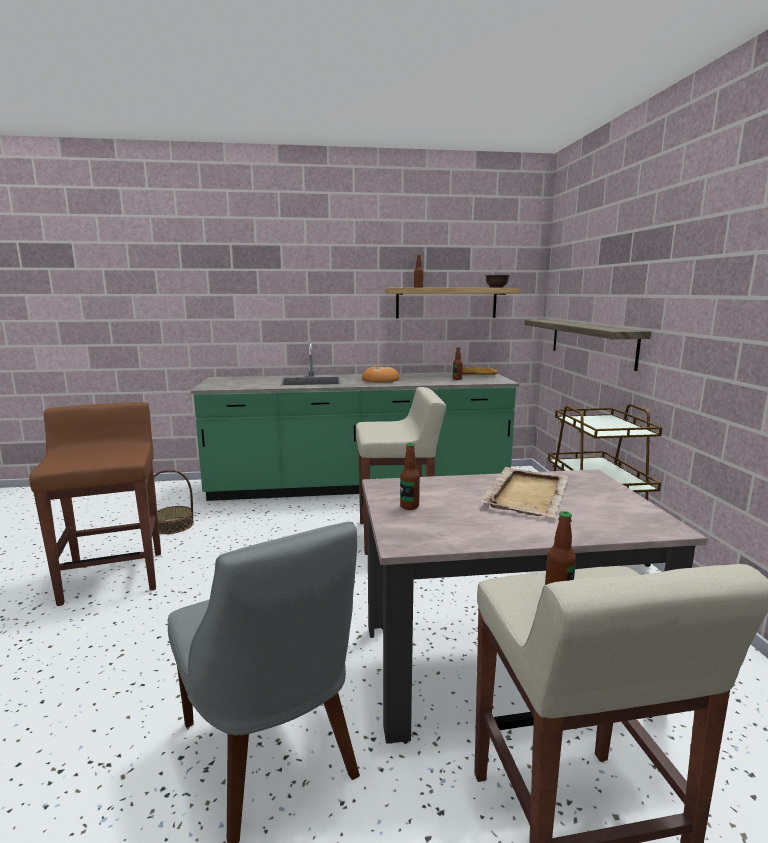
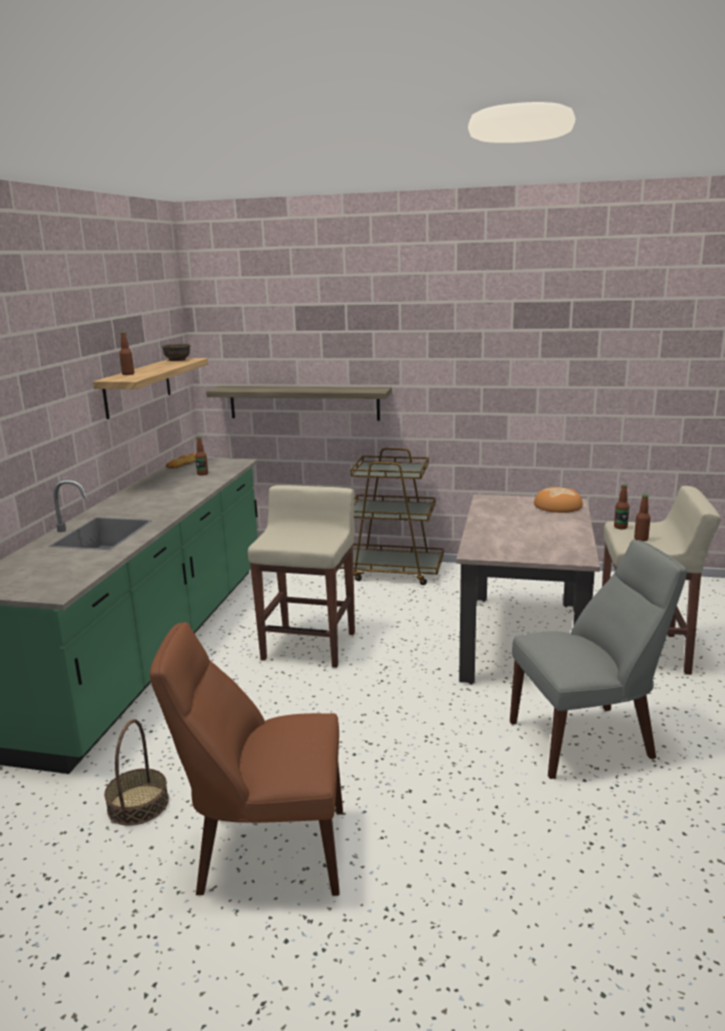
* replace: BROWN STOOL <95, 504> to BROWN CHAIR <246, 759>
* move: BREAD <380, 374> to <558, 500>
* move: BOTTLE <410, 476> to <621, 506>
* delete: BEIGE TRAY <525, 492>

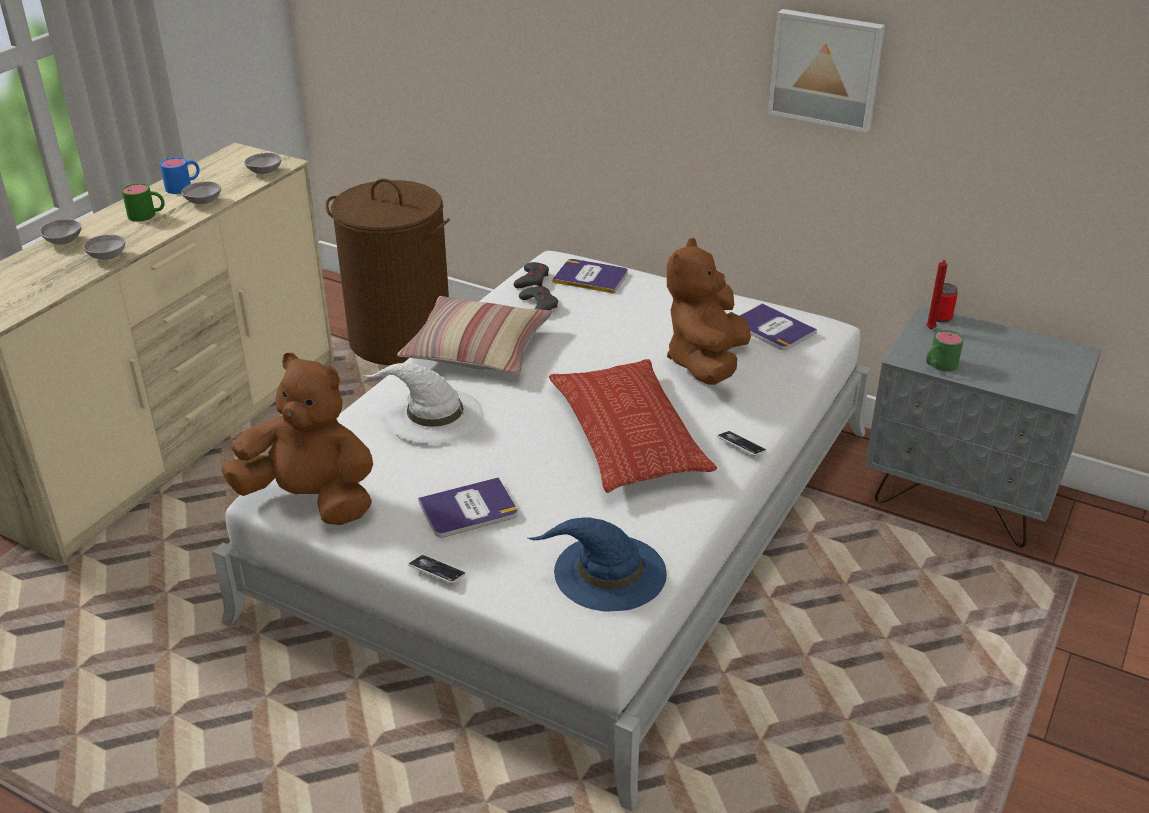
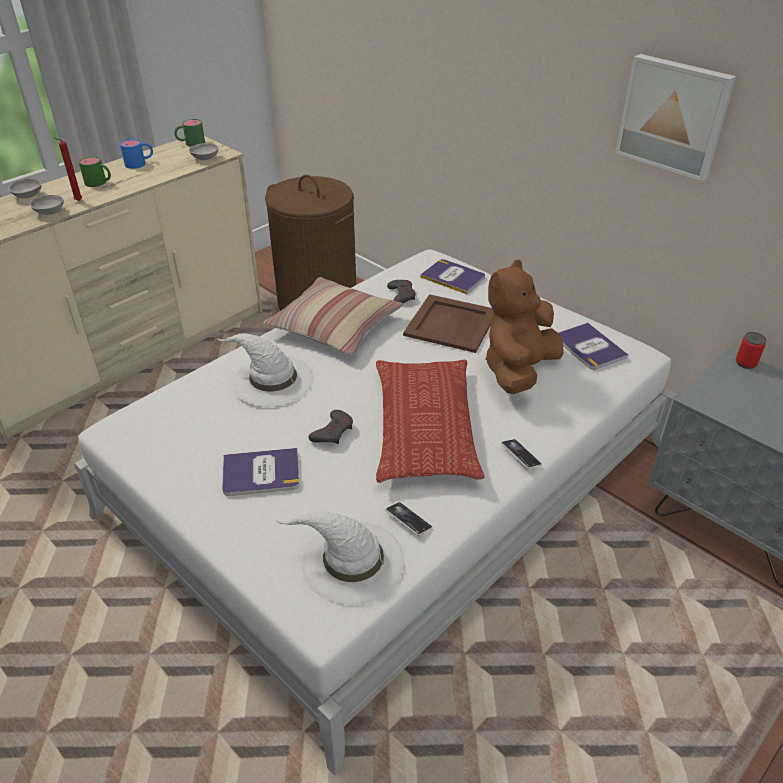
* move: RED CANDLE <936, 294> to <68, 169>
* move: GREEN MUG <945, 350> to <189, 133>
* recolor: BLUE HAT <597, 564> to WHITE HAT <340, 558>
* move: GREY GAME CONTROLLER <531, 275> to <330, 427>
* move: PHONE <437, 569> to <408, 519>
* insert: BROWN TRAY <448, 323>
* delete: GREY BOWL <201, 192>
* delete: BROWN PLUSH TOY <297, 438>

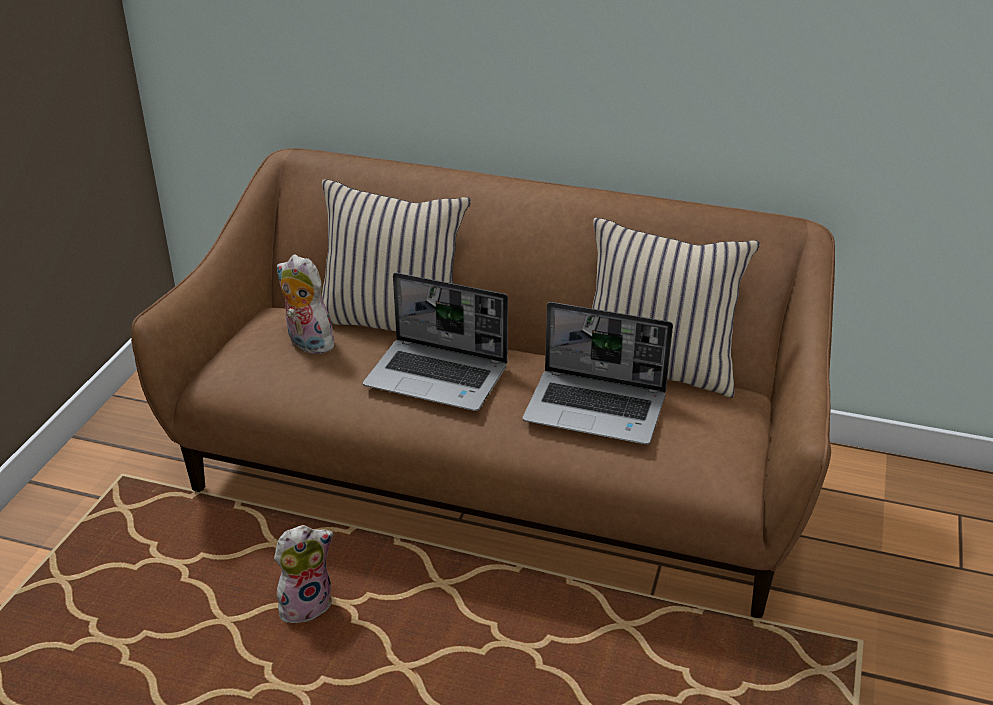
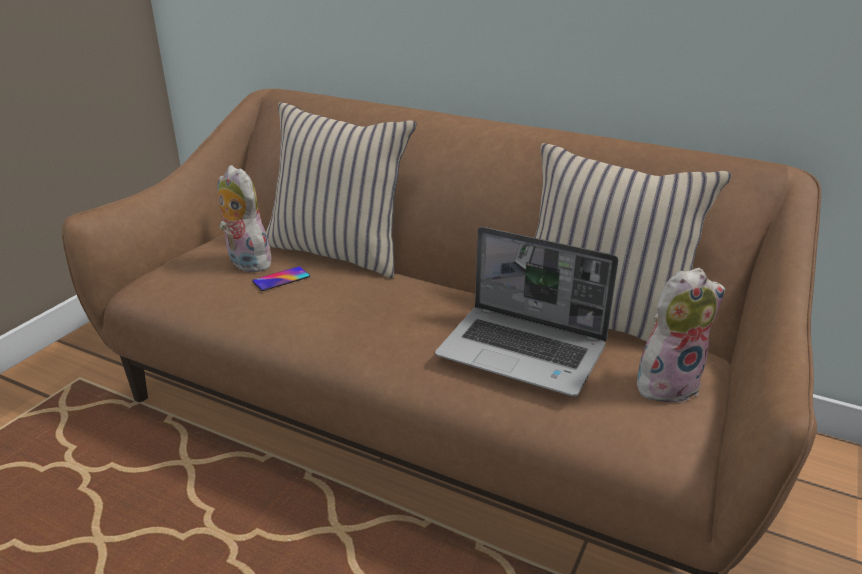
* insert: PHONE <281, 278>
* move: PLUSH TOY <304, 574> to <681, 337>
* delete: LAPTOP <435, 342>

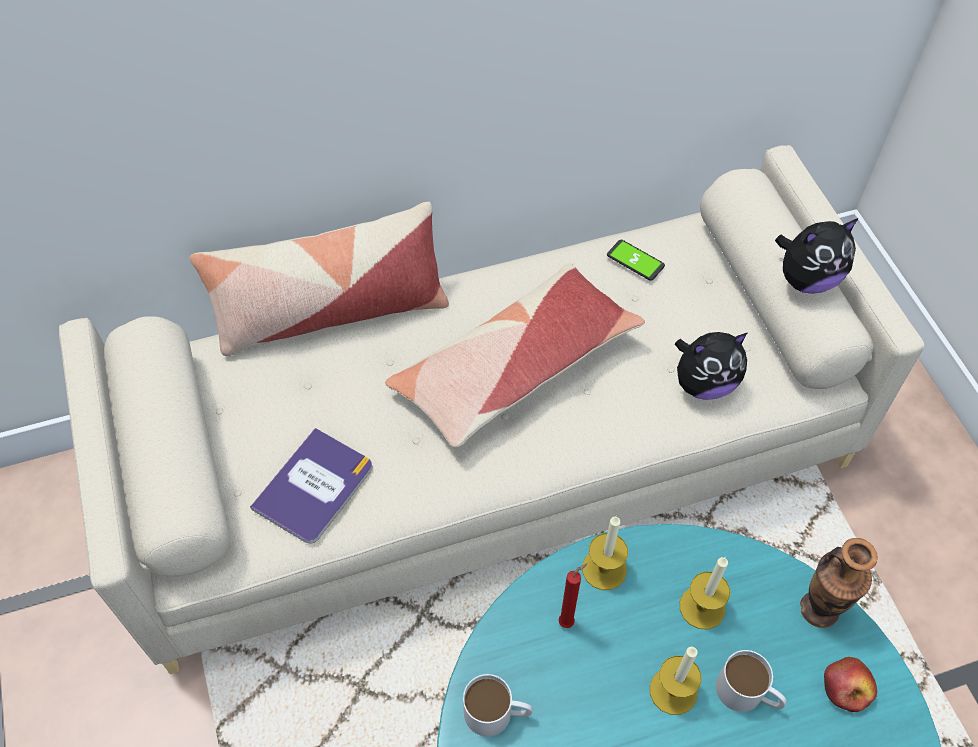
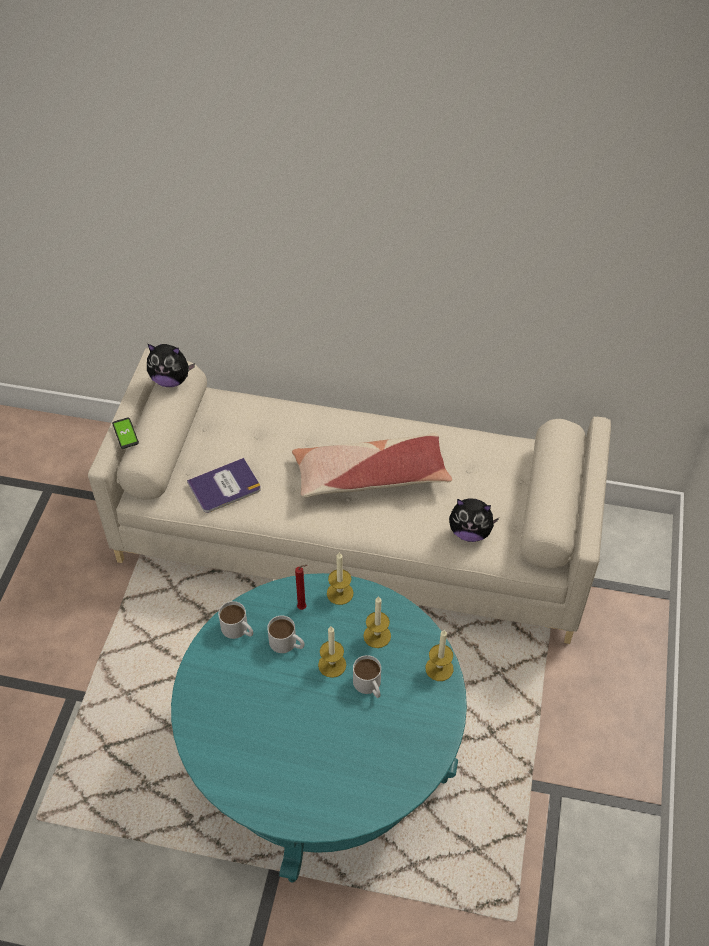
* move: PHONE <636, 260> to <125, 433>
* move: PLUSH TOY <817, 256> to <171, 365>
* insert: WHITE MUG <286, 634>
* replace: VASE <839, 583> to CANDLE <439, 655>
* delete: PILLOW <319, 279>
* delete: APPLE <850, 684>

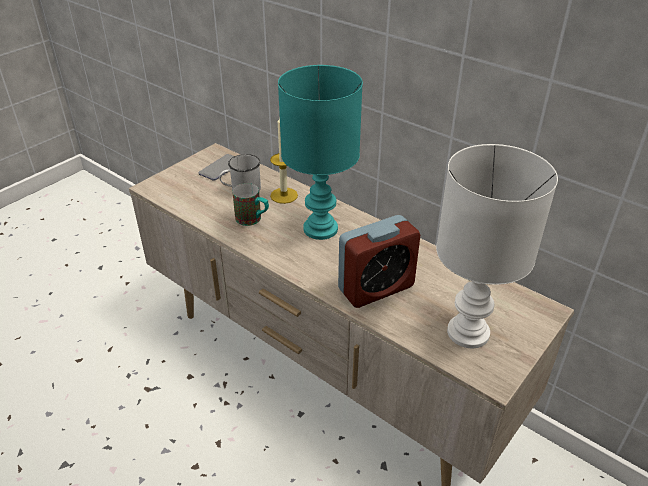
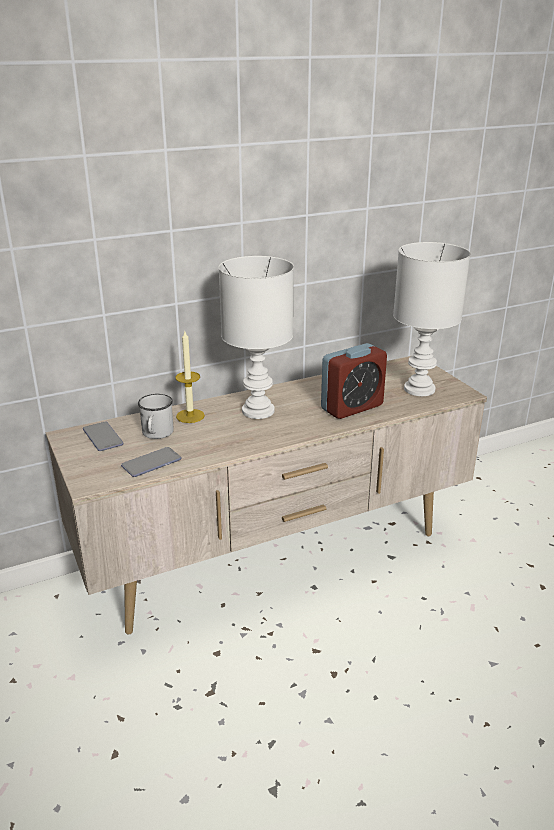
* insert: PHONE <151, 462>
* recolor: TURQUOISE TABLE LAMP <320, 152> to WHITE TABLE LAMP <256, 337>
* rotate: ALARM CLOCK <379, 261> = <354, 381> 60 degrees clockwise
* delete: MUG <250, 204>

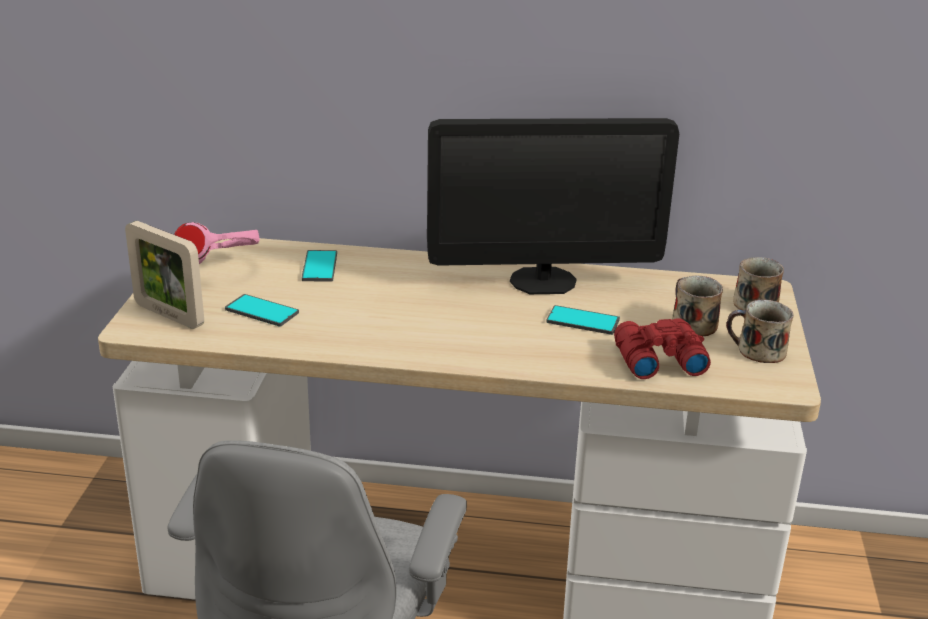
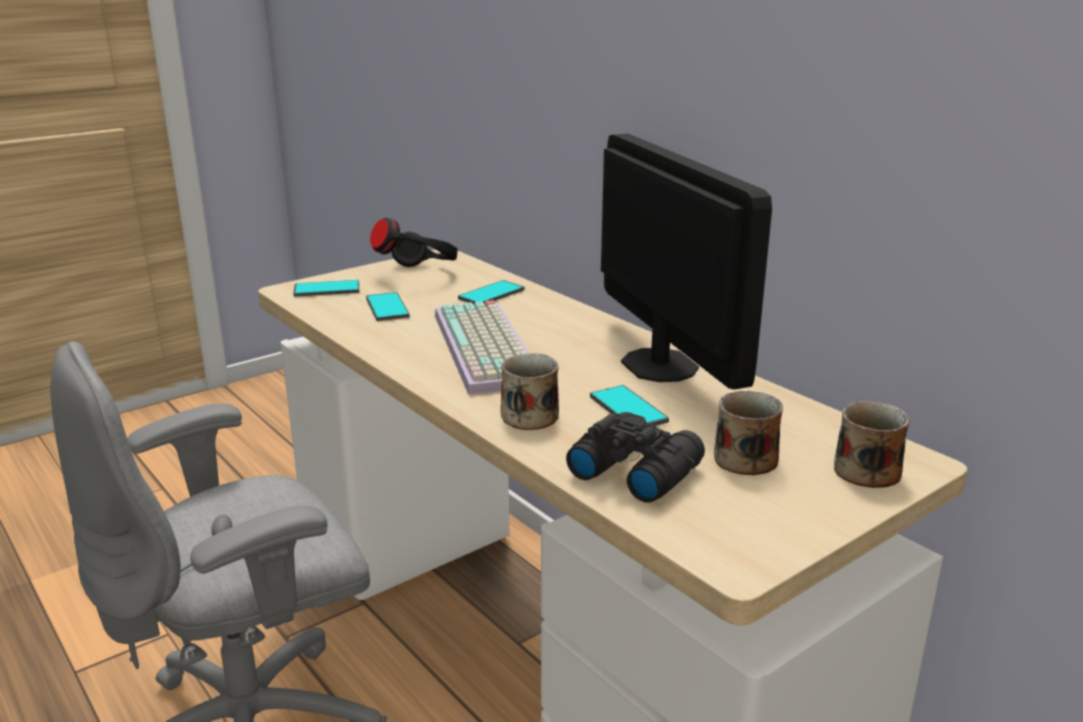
* replace: PICTURE FRAME <164, 275> to PHONE <326, 288>
* recolor: PINK HEADPHONES <217, 243> to BLACK HEADPHONES <414, 242>
* insert: KEYBOARD <482, 347>
* move: MUG <760, 331> to <530, 391>
* recolor: RED BINOCULARS <662, 348> to BLACK BINOCULARS <635, 457>
* rotate: MONITOR <553, 206> = <686, 262> 150 degrees counterclockwise

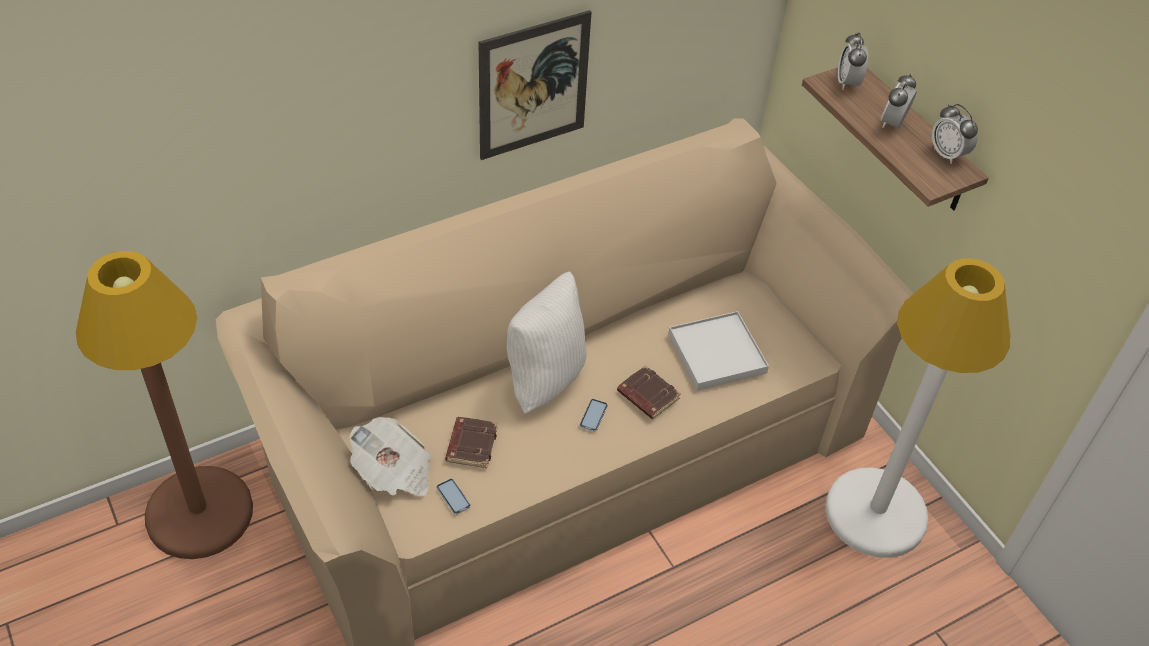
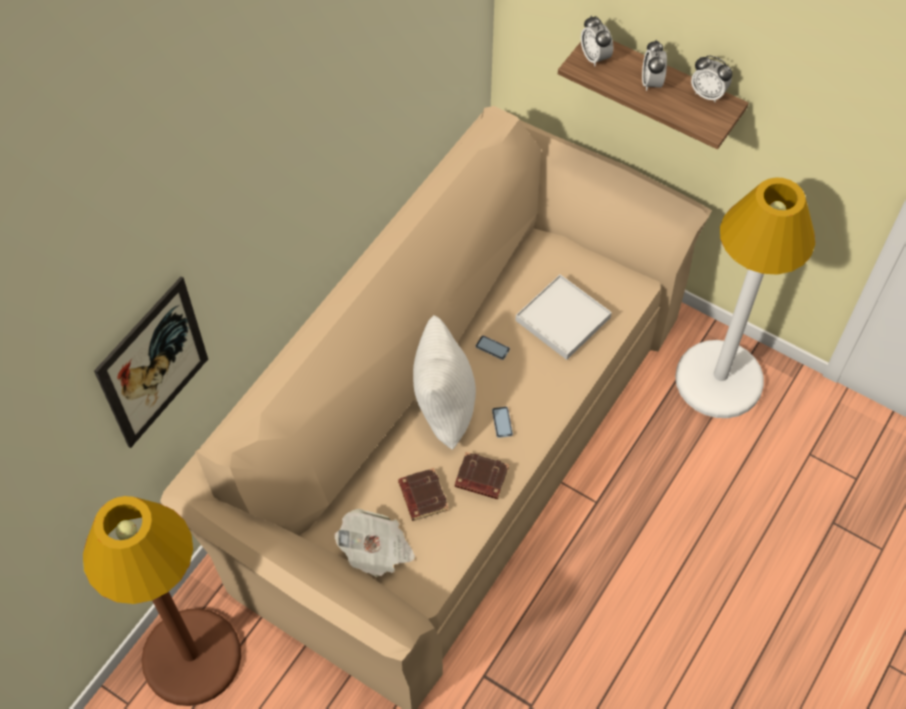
* move: PICTURE <535, 85> to <151, 362>
* move: BROWN BOOK <649, 392> to <482, 475>
* move: PHONE <453, 497> to <493, 348>

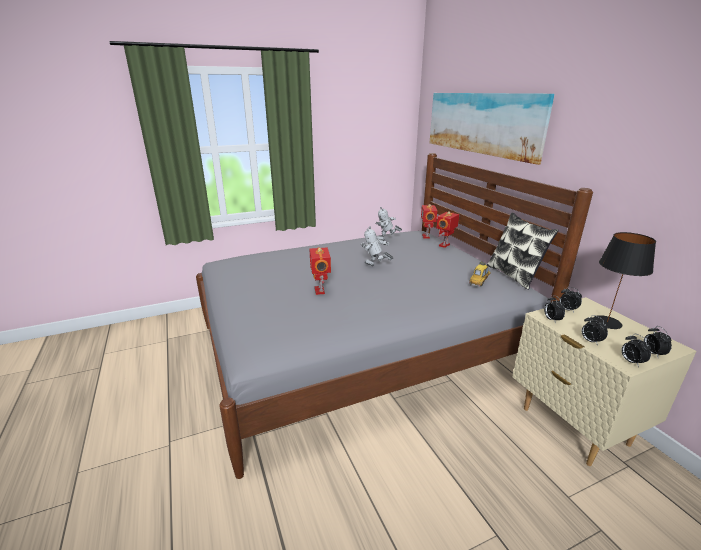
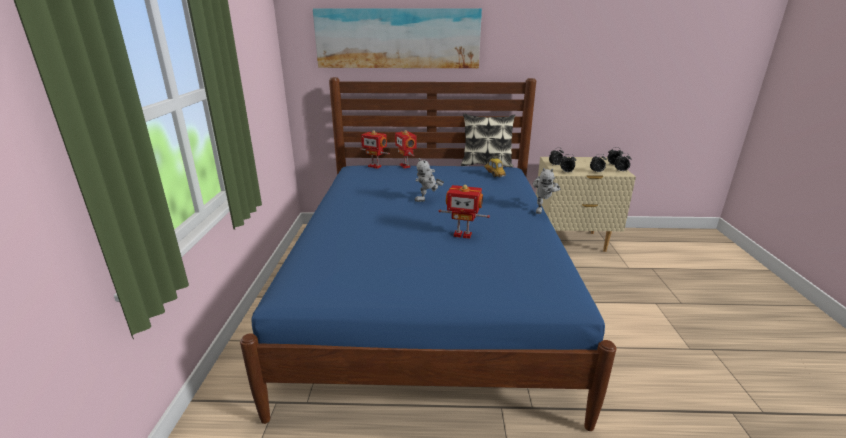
* recolor: GREY BED <394, 316> to BLUE BED <428, 254>
* move: TOY ROBOT <388, 224> to <546, 191>
* delete: BLACK TABLE LAMP <624, 280>

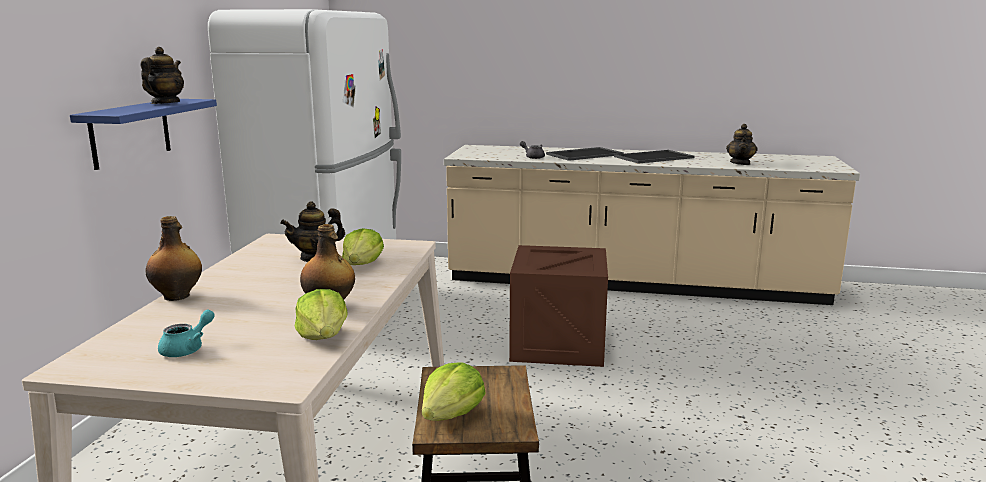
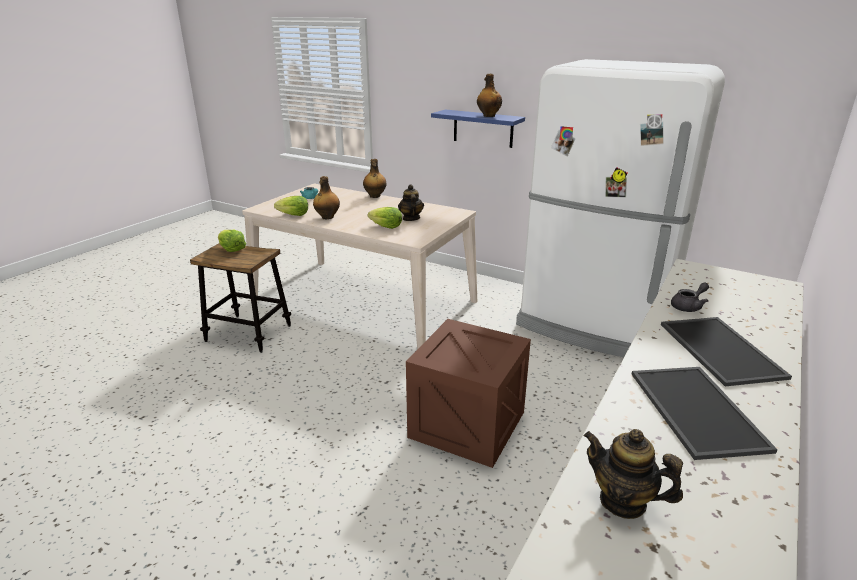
* replace: TEAPOT <162, 75> to BOTTLE <489, 95>

